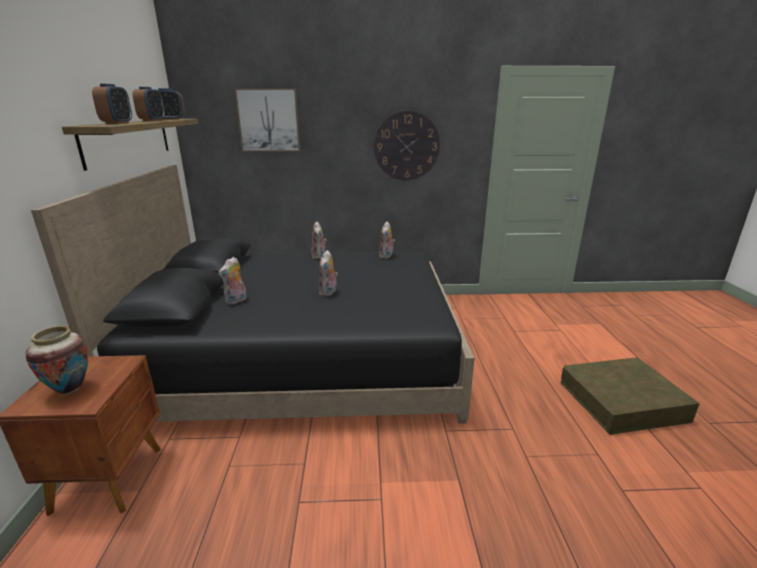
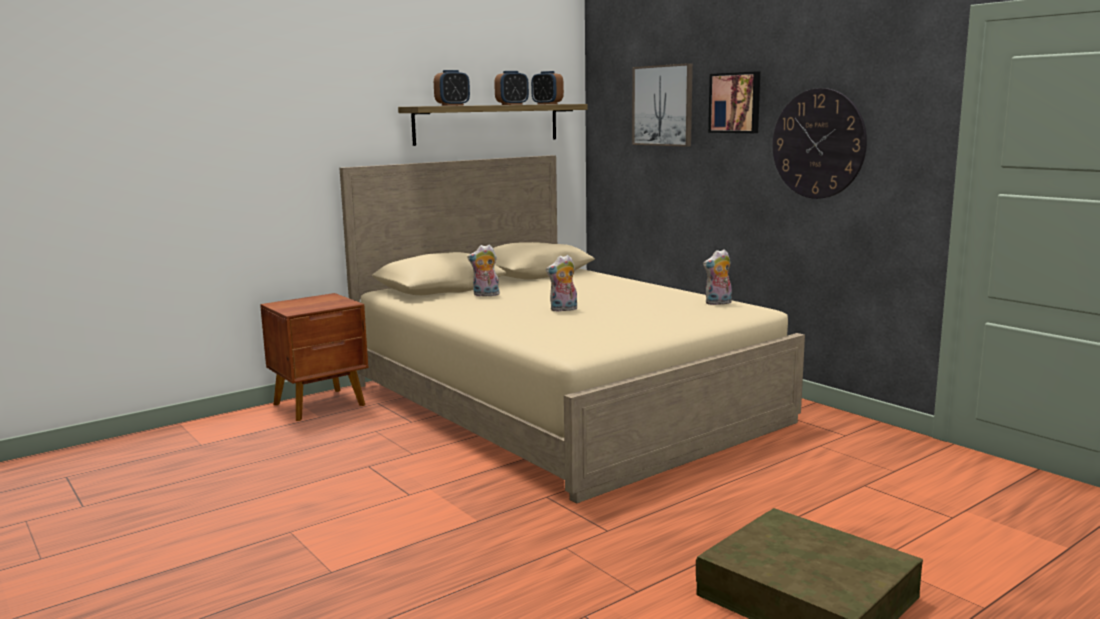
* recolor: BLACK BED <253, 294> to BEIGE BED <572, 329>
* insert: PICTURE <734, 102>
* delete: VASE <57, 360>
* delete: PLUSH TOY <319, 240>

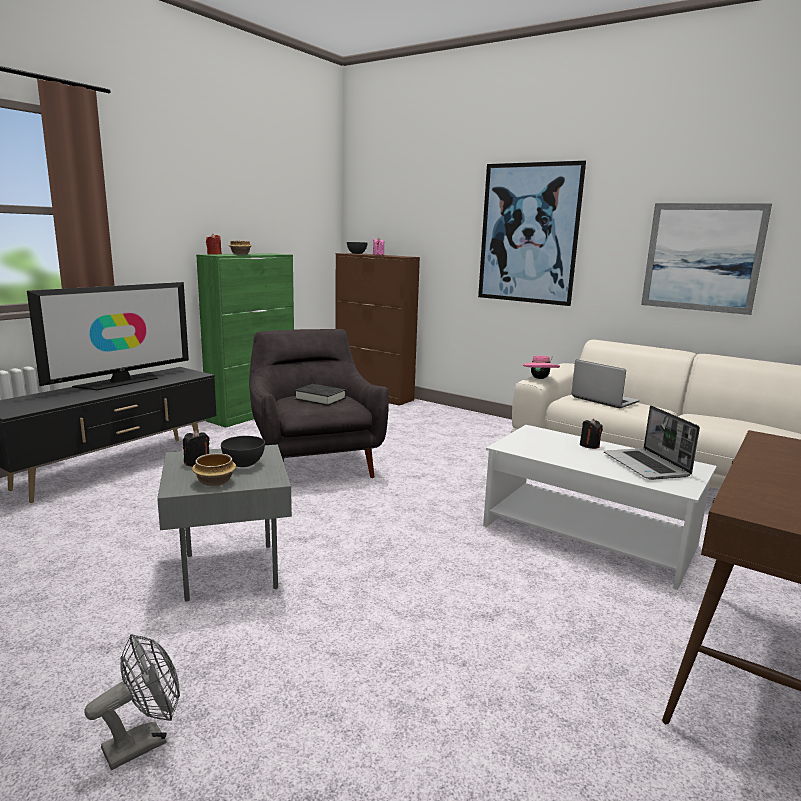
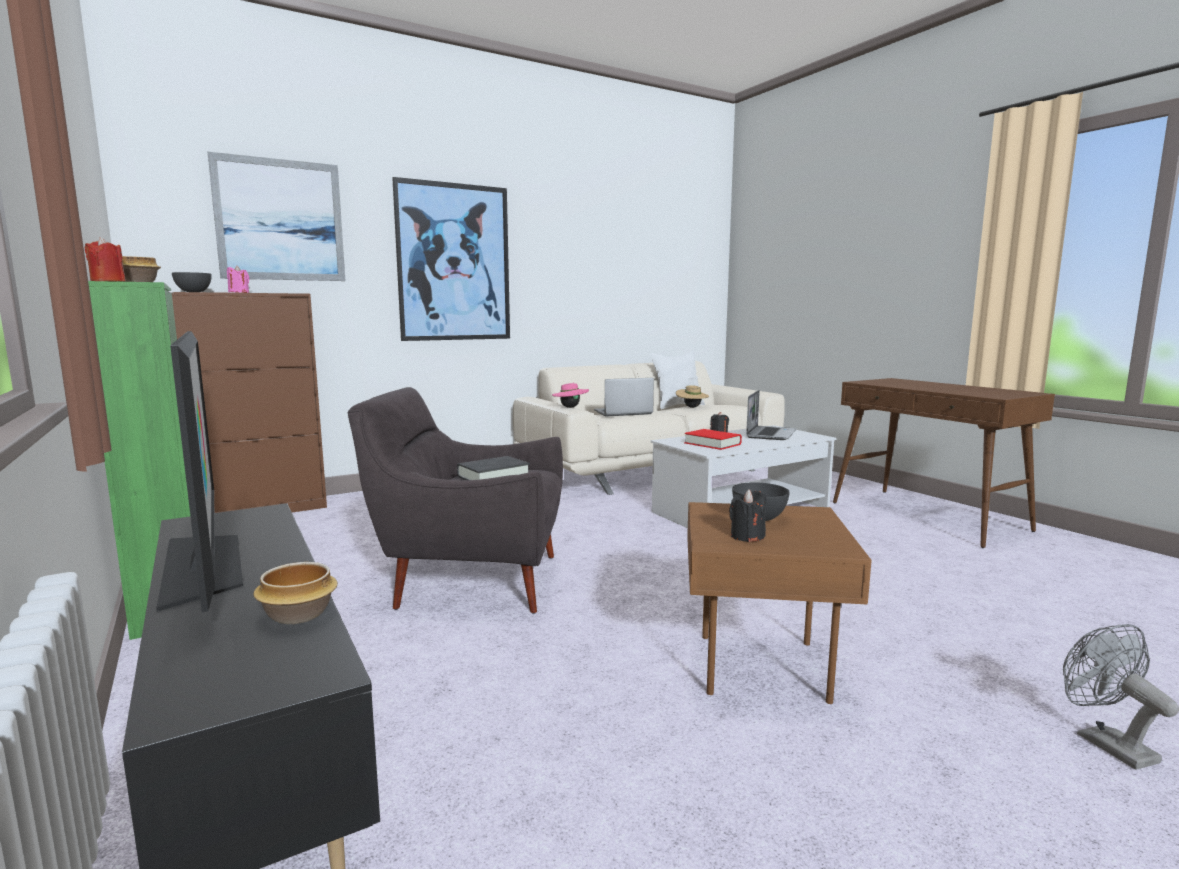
* move: PICTURE <706, 259> to <276, 216>
* move: BOWL <214, 470> to <295, 593>
* insert: WHITE PILLOW <677, 380>
* insert: BEIGE HAT <692, 396>
* insert: RED BOOK <713, 439>
* recolor: GREY SIDE TABLE <224, 523> to BROWN SIDE TABLE <779, 603>
* rotate: LAPTOP <652, 443> = <771, 415> 75 degrees counterclockwise

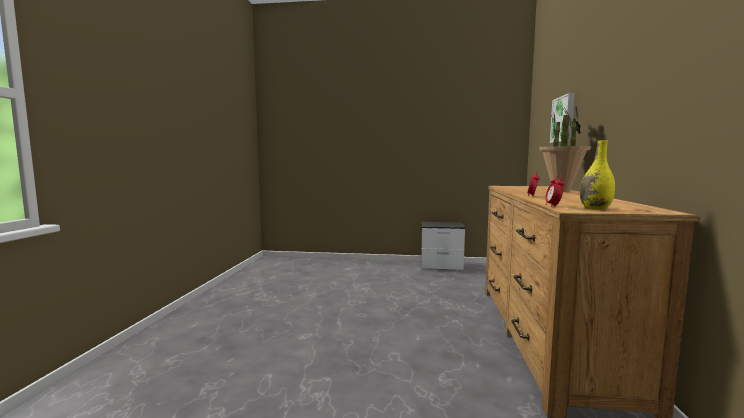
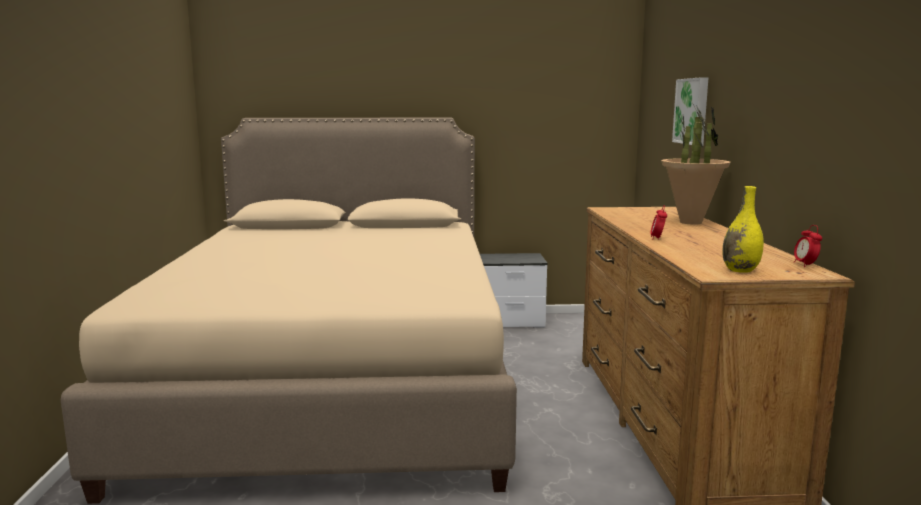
* insert: BEIGE BED <289, 311>
* move: ALARM CLOCK <555, 190> to <808, 246>

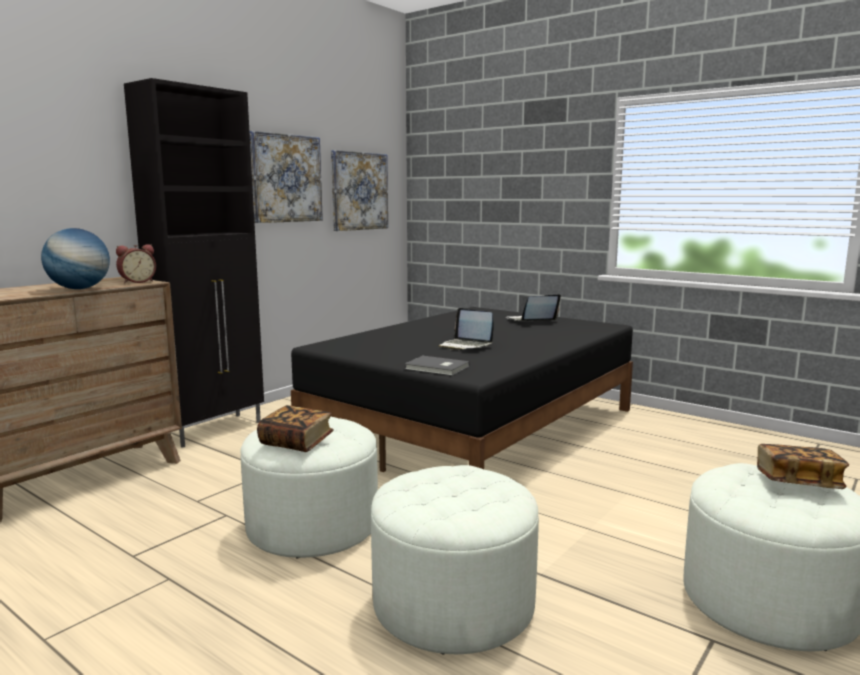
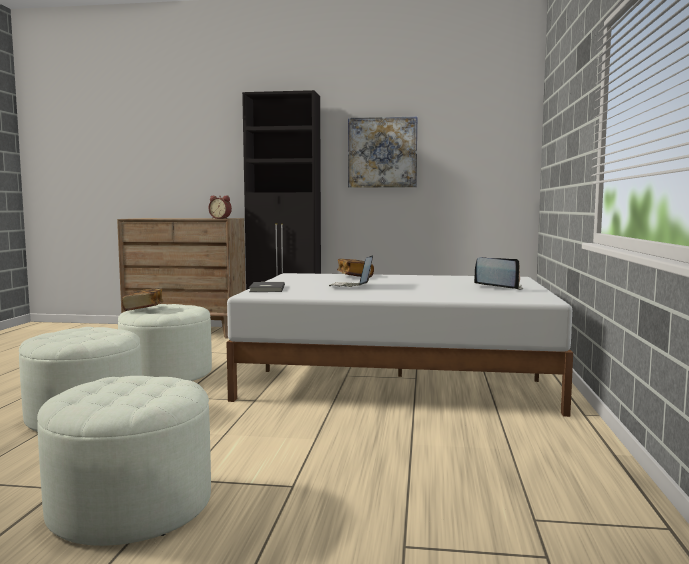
* recolor: BLACK BED <462, 389> to WHITE BED <399, 345>
* move: BOOK <803, 466> to <355, 268>
* delete: GLOBE <75, 258>
* delete: PICTURE <359, 190>

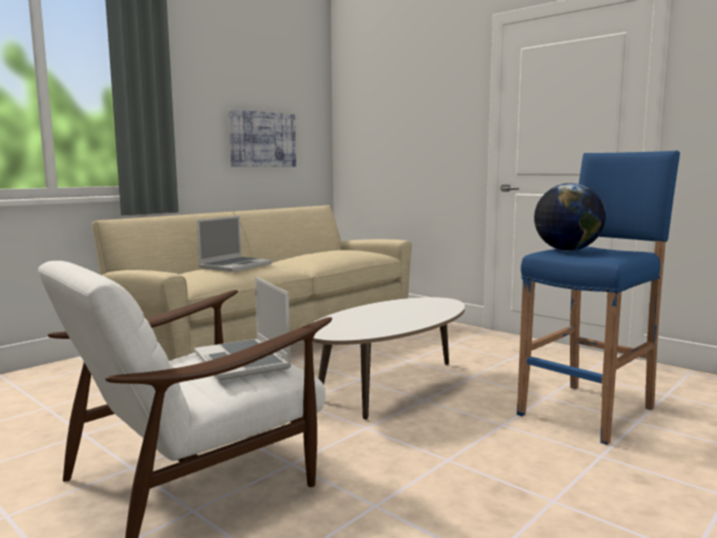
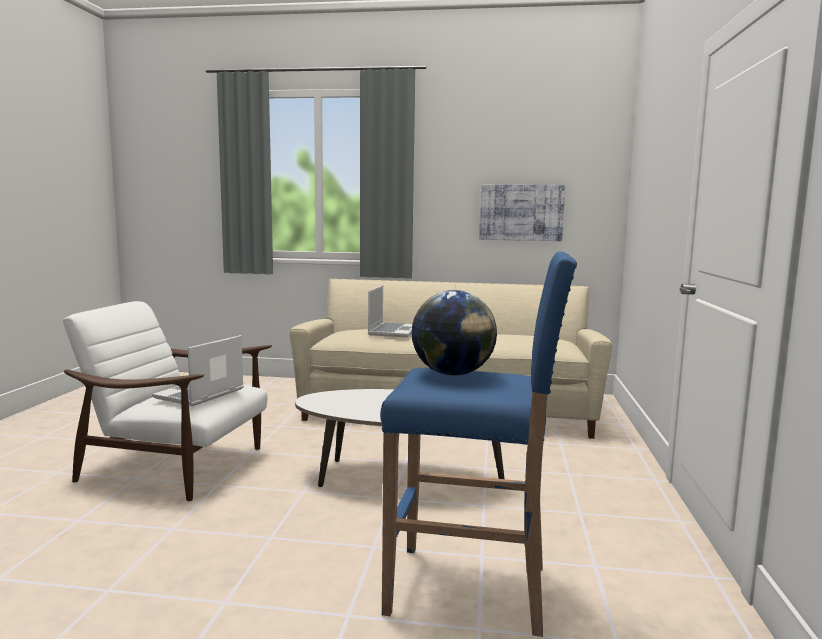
* rotate: LAPTOP <235, 244> = <390, 311> 75 degrees counterclockwise

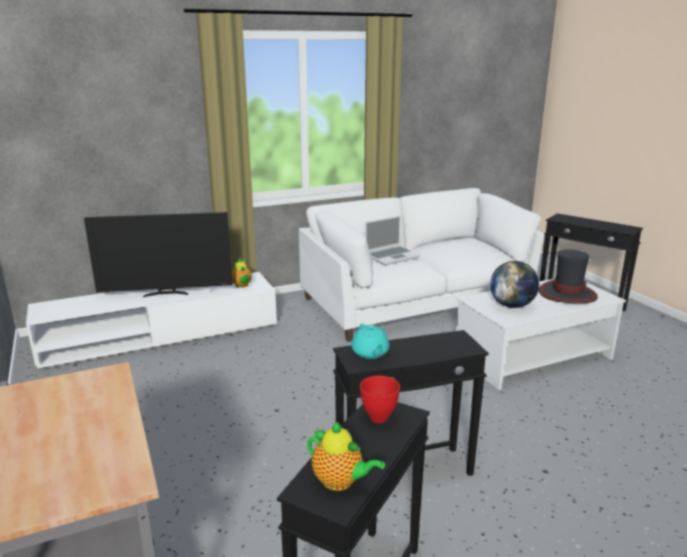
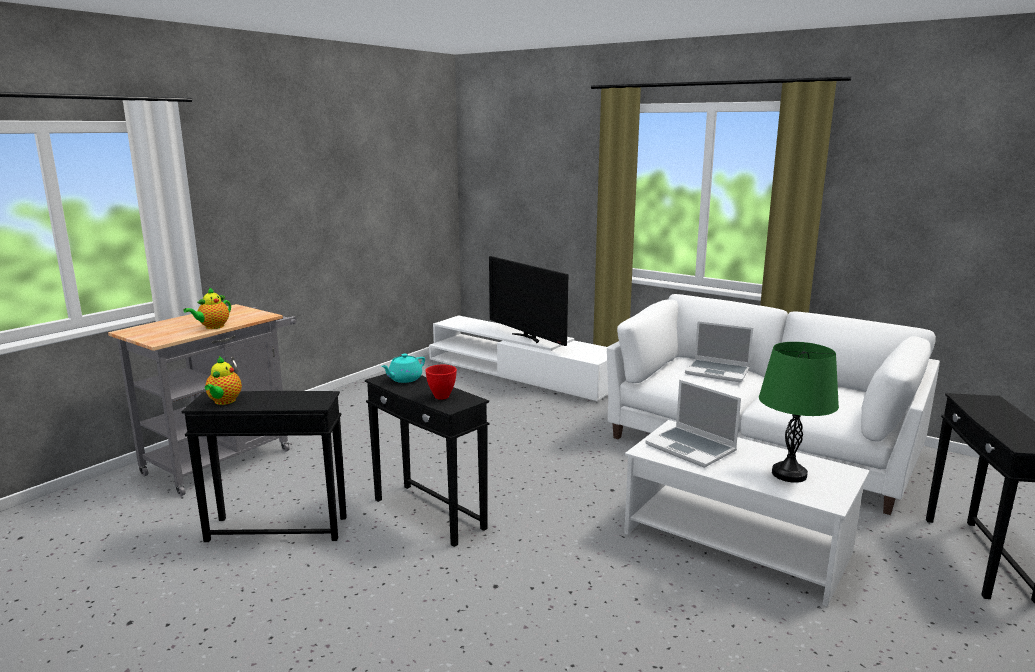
* move: TEAPOT <242, 273> to <207, 308>
* move: RED BOWL <380, 399> to <441, 382>
* replace: GLOBE <514, 284> to LAPTOP <693, 424>
* replace: HAT <568, 276> to GREEN TABLE LAMP <799, 412>

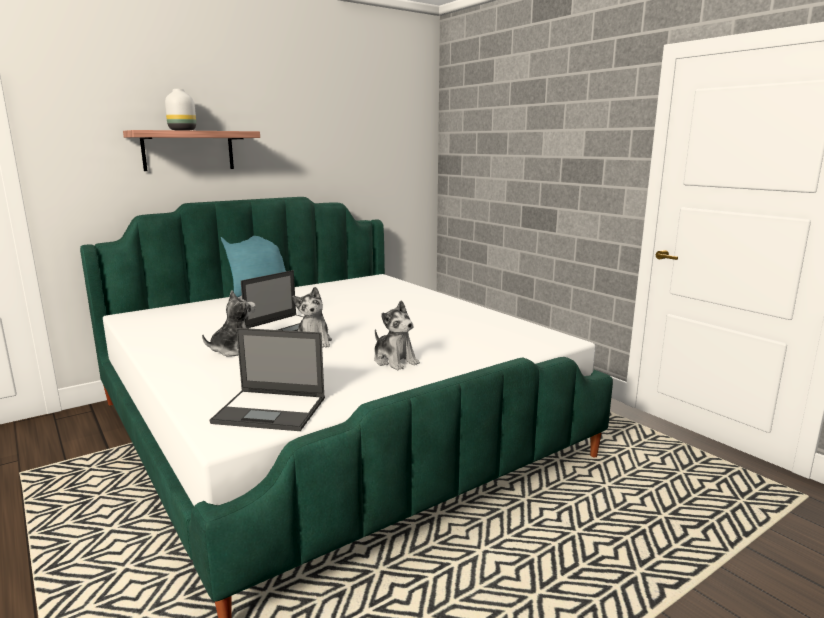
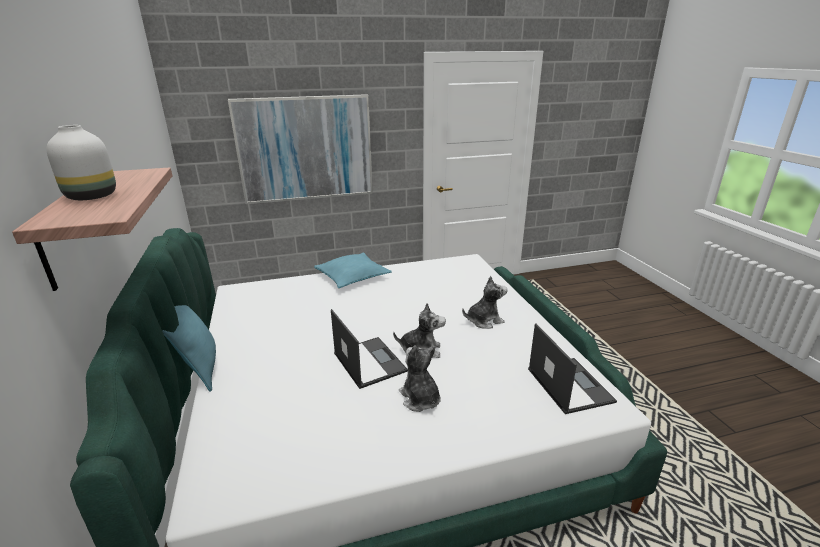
* insert: PICTURE <300, 149>
* insert: TURQUOISE PILLOW <353, 270>
* rotate: LAPTOP <267, 379> = <572, 368> 45 degrees counterclockwise

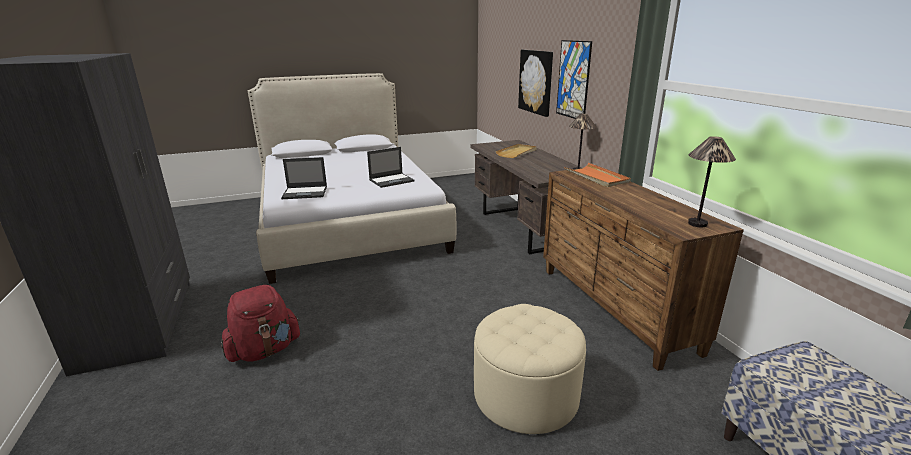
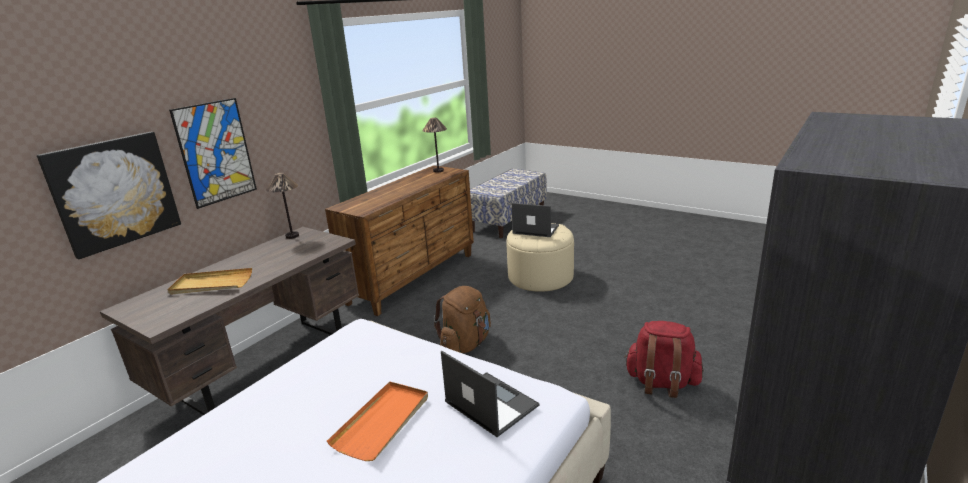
* move: ORANGE TRAY <597, 175> to <377, 421>
* insert: BROWN BACKPACK <462, 319>
* move: LAPTOP <391, 167> to <535, 220>

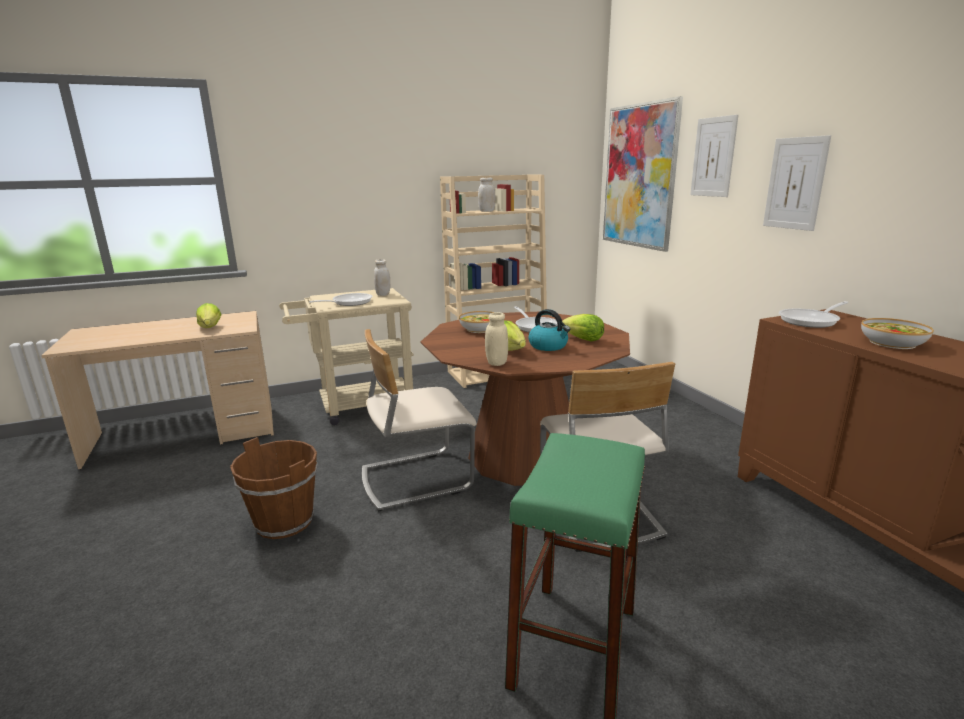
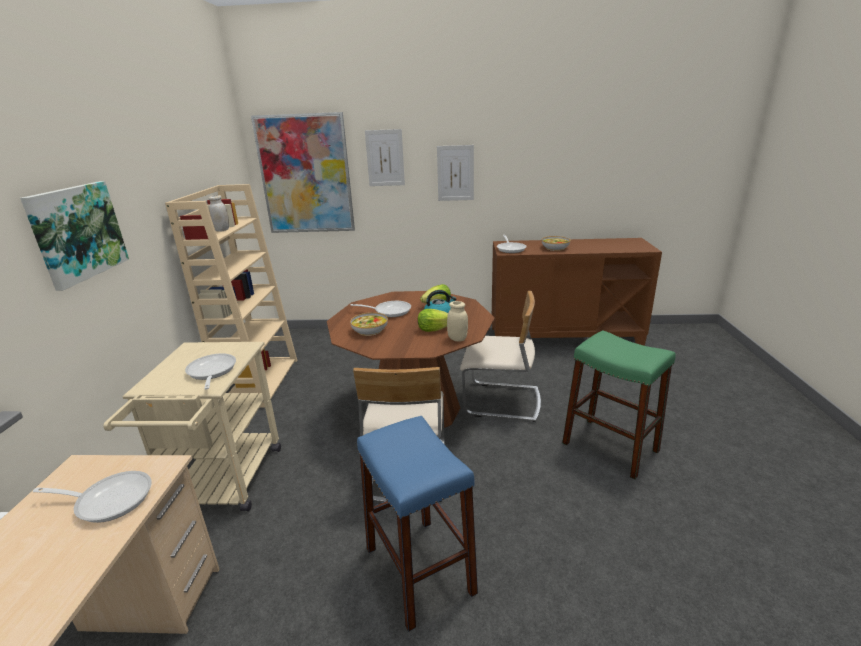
* insert: PICTURE <74, 236>
* replace: LETTUCE <208, 315> to FRYING PAN <92, 497>
* replace: BROWN BUCKET <274, 488> to BLUE STOOL <417, 524>
* delete: WHITE JAR <382, 277>

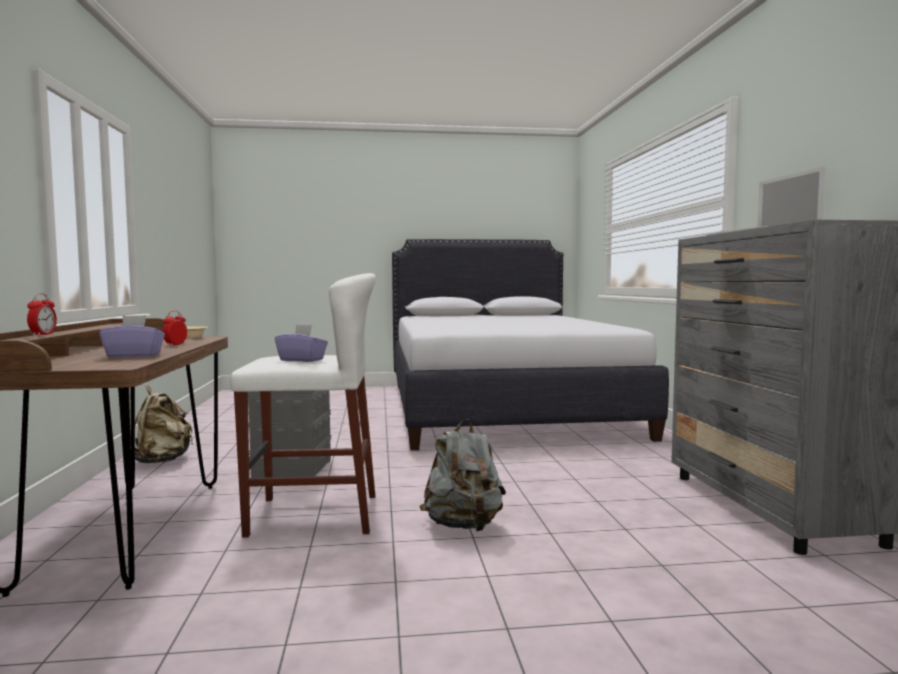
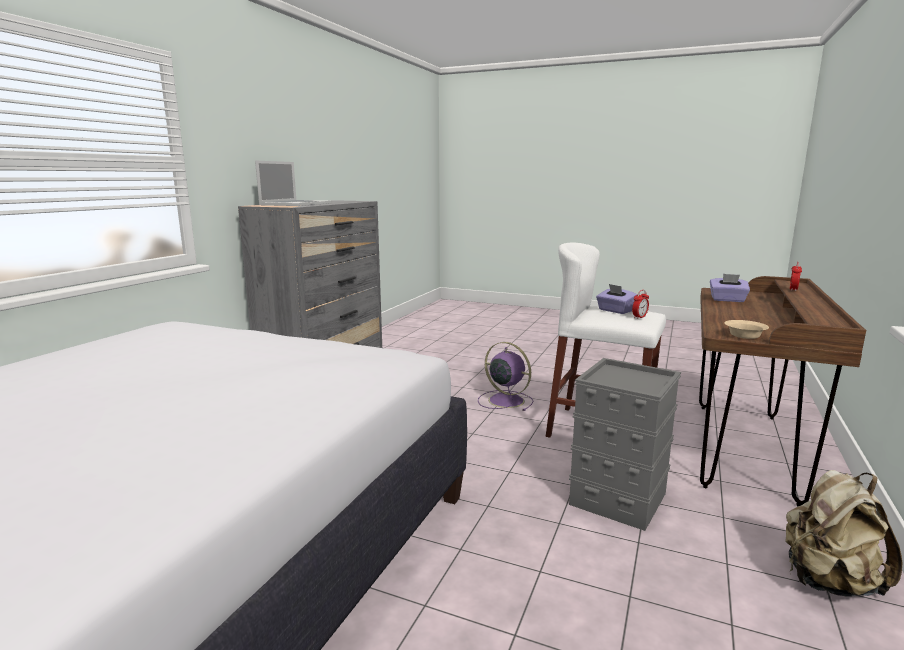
* replace: GREY BACKPACK <463, 475> to PURPLE FAN <506, 376>
* move: ALARM CLOCK <174, 328> to <640, 304>

